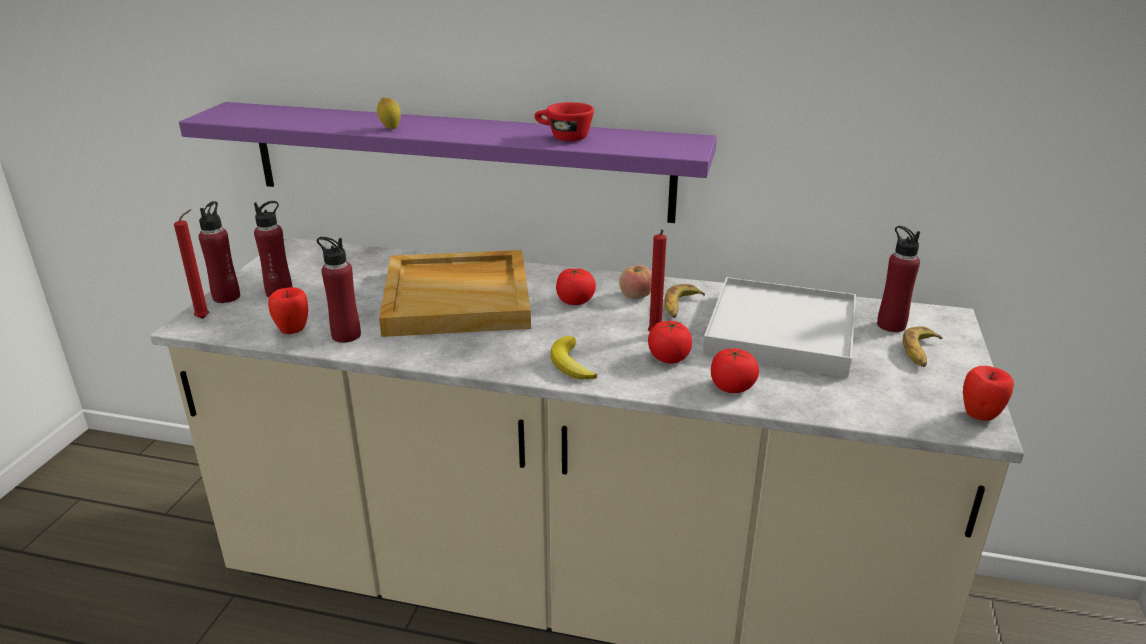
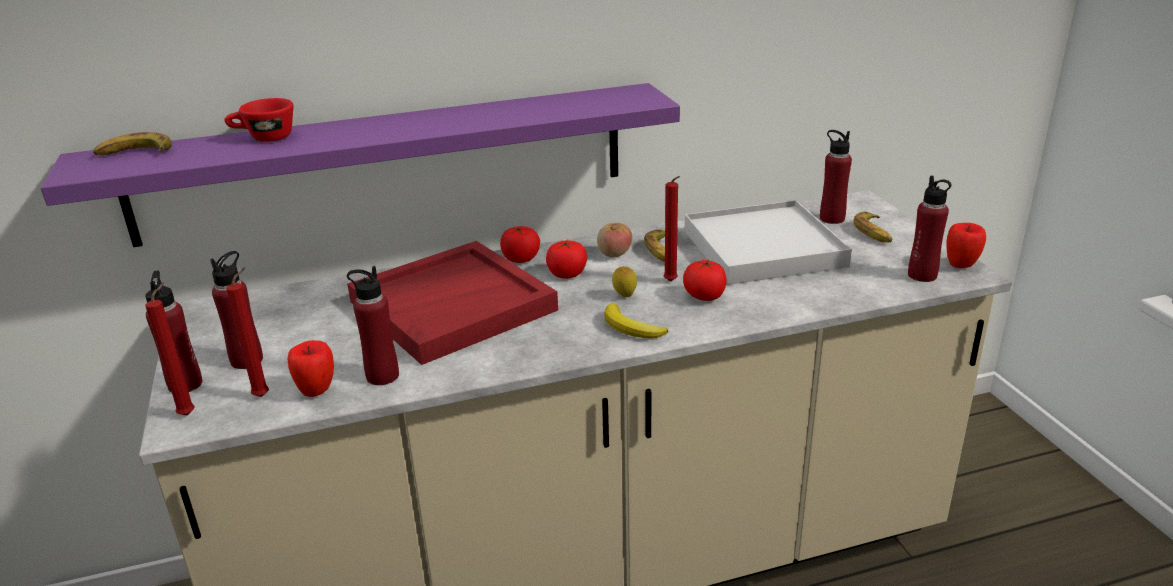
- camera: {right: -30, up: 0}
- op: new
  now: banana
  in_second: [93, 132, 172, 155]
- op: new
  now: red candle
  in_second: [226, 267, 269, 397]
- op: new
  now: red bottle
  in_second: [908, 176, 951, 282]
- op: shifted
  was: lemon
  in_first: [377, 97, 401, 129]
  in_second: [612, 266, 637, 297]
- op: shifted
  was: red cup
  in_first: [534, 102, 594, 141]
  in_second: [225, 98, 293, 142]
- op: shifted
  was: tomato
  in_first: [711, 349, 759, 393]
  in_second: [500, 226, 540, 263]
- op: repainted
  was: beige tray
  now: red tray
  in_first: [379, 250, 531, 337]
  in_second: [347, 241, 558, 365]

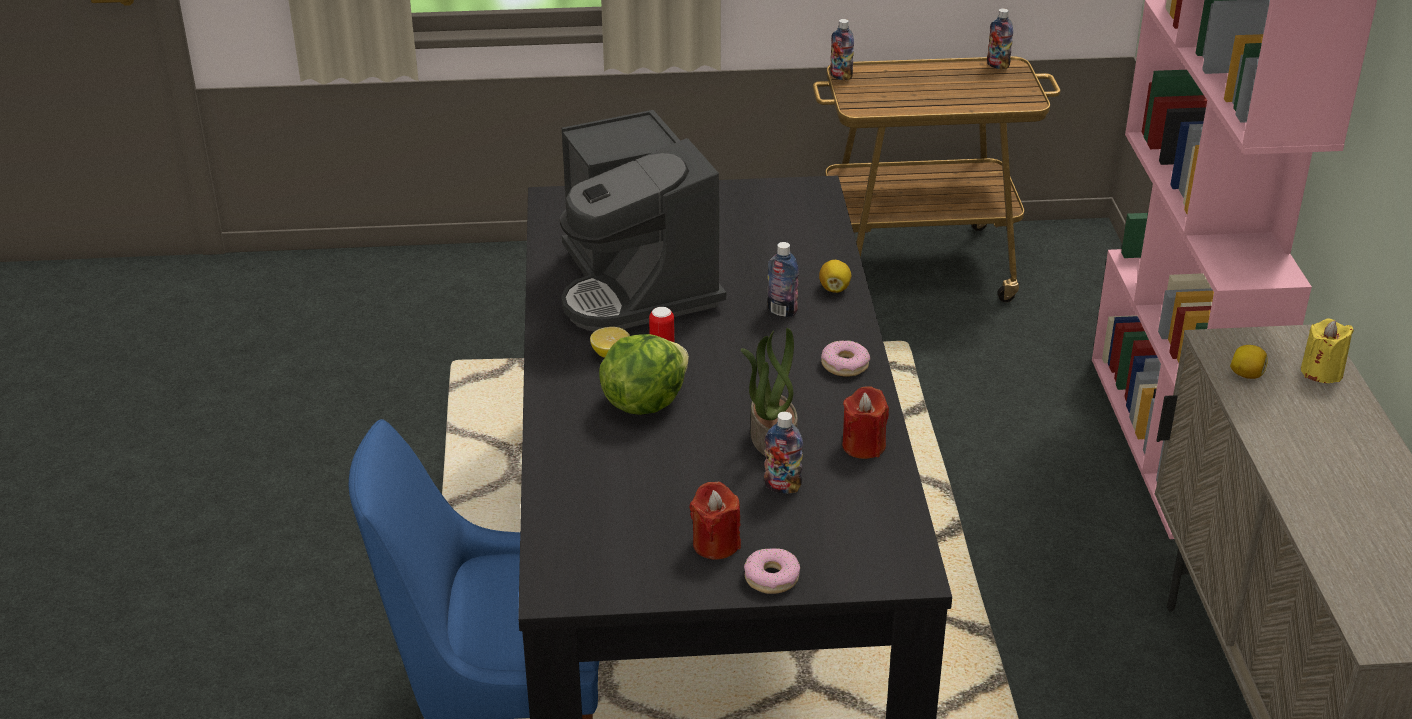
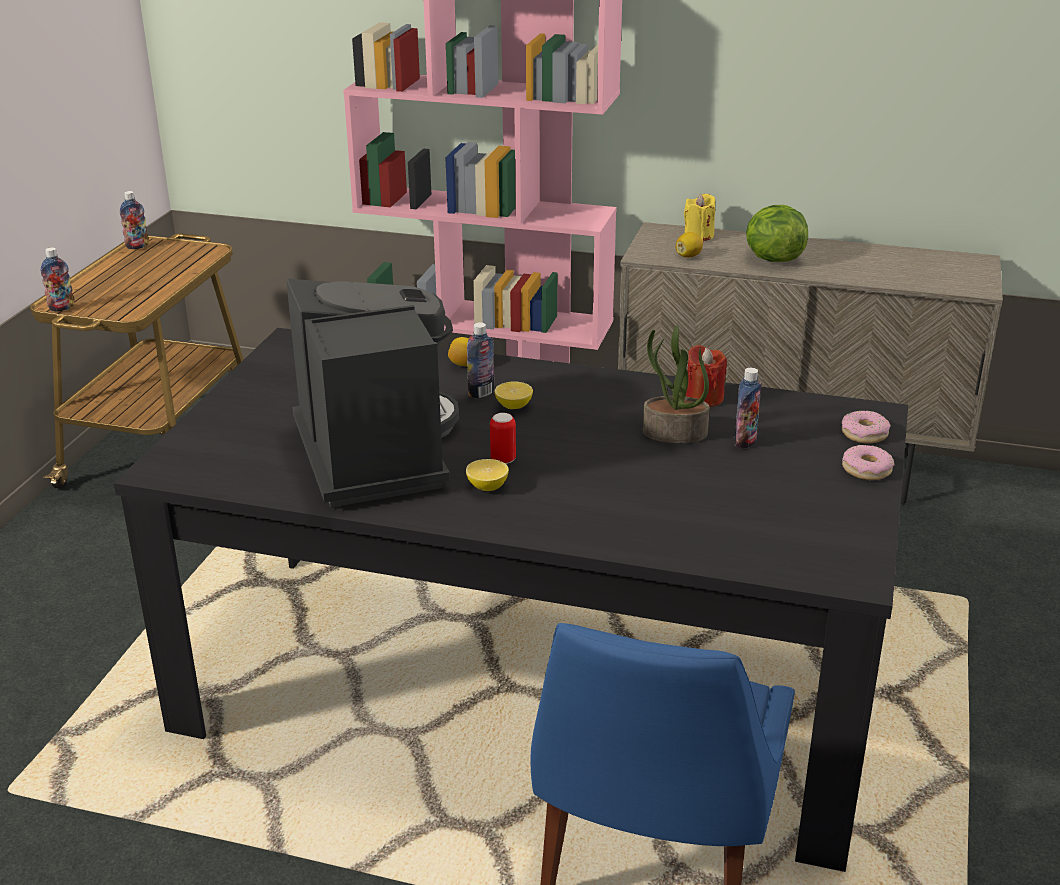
- camera: {right: -70, up: -5}
- op: gone
  was: red candle
  in_first: [690, 482, 741, 560]
- op: new
  now: lemon
  in_second: [495, 381, 533, 409]
- op: shifted
  was: lettuce
  in_first: [599, 334, 689, 415]
  in_second: [746, 205, 808, 262]
- op: shifted
  was: donut
  in_first: [821, 340, 870, 376]
  in_second: [842, 411, 891, 443]
- op: rotated
  was: coffee machine
  in_first: [559, 110, 726, 331]
  in_second: [287, 279, 459, 507]
  clockwise: -105

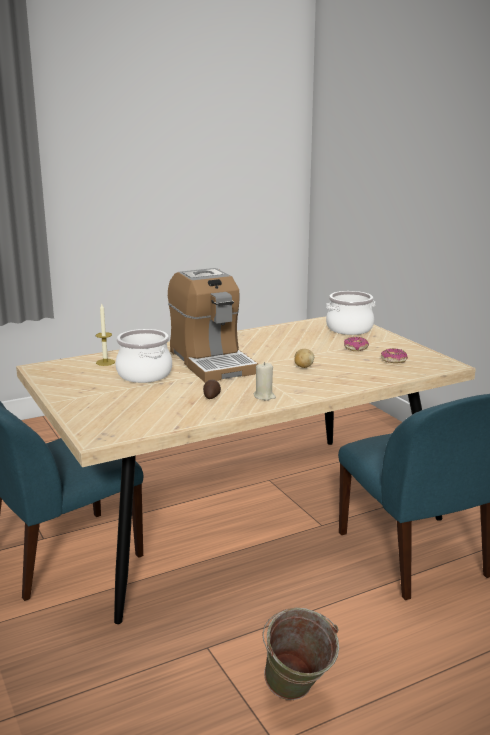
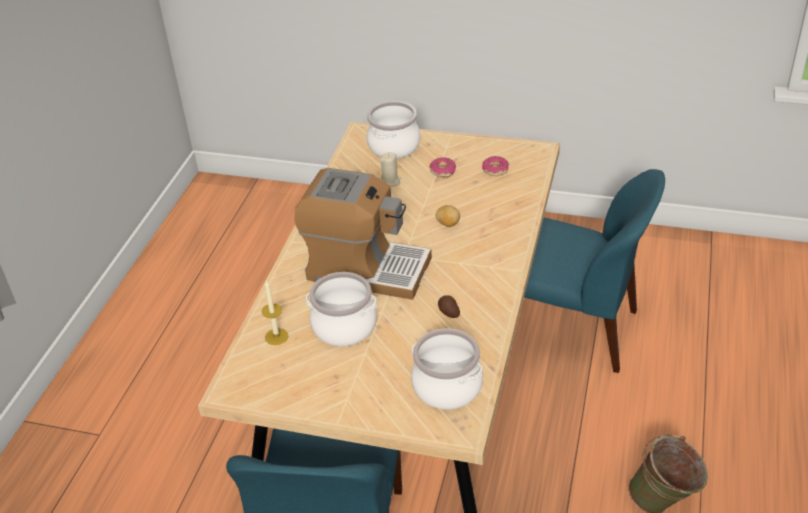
- camera: {right: -45, up: 20}
- op: new
  now: cooking pot
  in_second: [411, 329, 483, 410]
- op: shifted
  was: beige candle
  in_first: [254, 362, 276, 401]
  in_second: [380, 152, 401, 187]

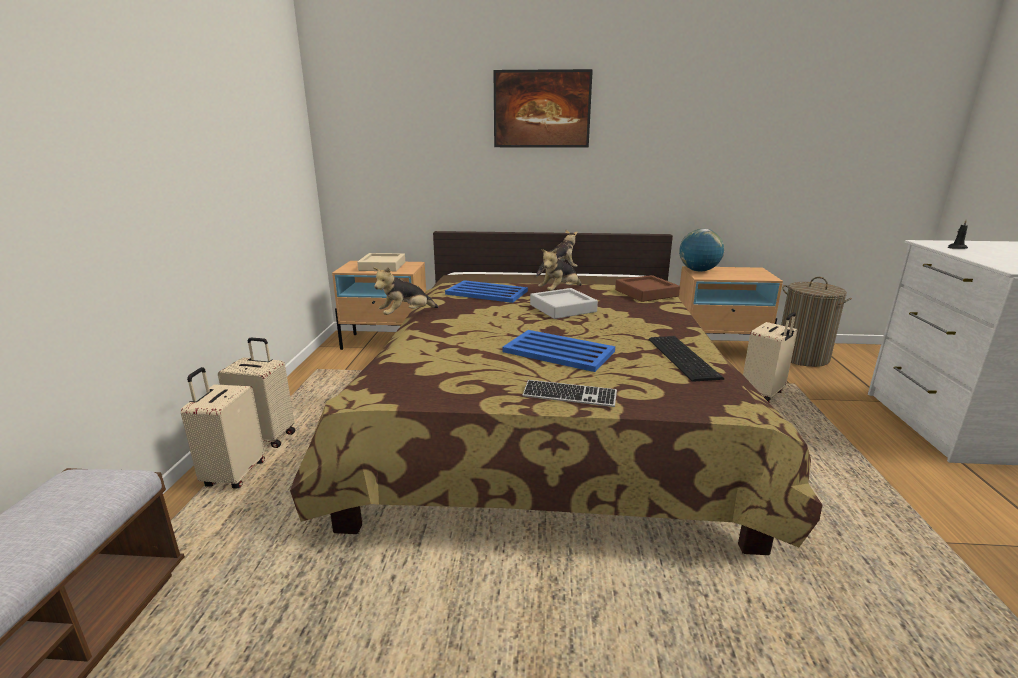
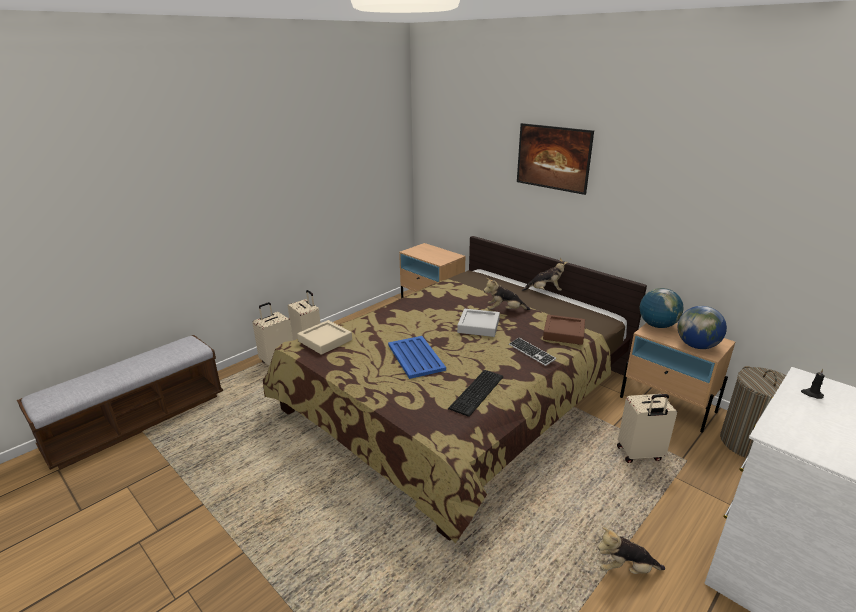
- camera: {right: 40, up: 5}
- op: gone
  was: blue tray
  in_first: [445, 280, 528, 303]
- op: new
  now: globe
  in_second: [678, 306, 727, 349]
- op: shifted
  was: beige tray
  in_first: [357, 253, 405, 271]
  in_second: [297, 320, 352, 355]
- op: shifted
  was: plush toy
  in_first: [373, 267, 439, 315]
  in_second: [597, 527, 665, 574]
- op: shifted
  was: keyboard
  in_first: [523, 380, 617, 407]
  in_second: [509, 338, 556, 366]

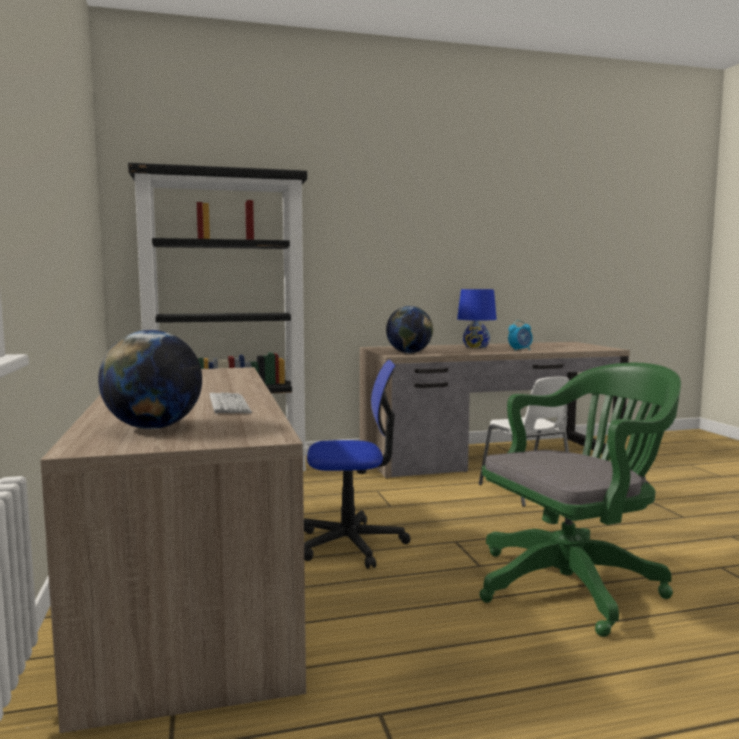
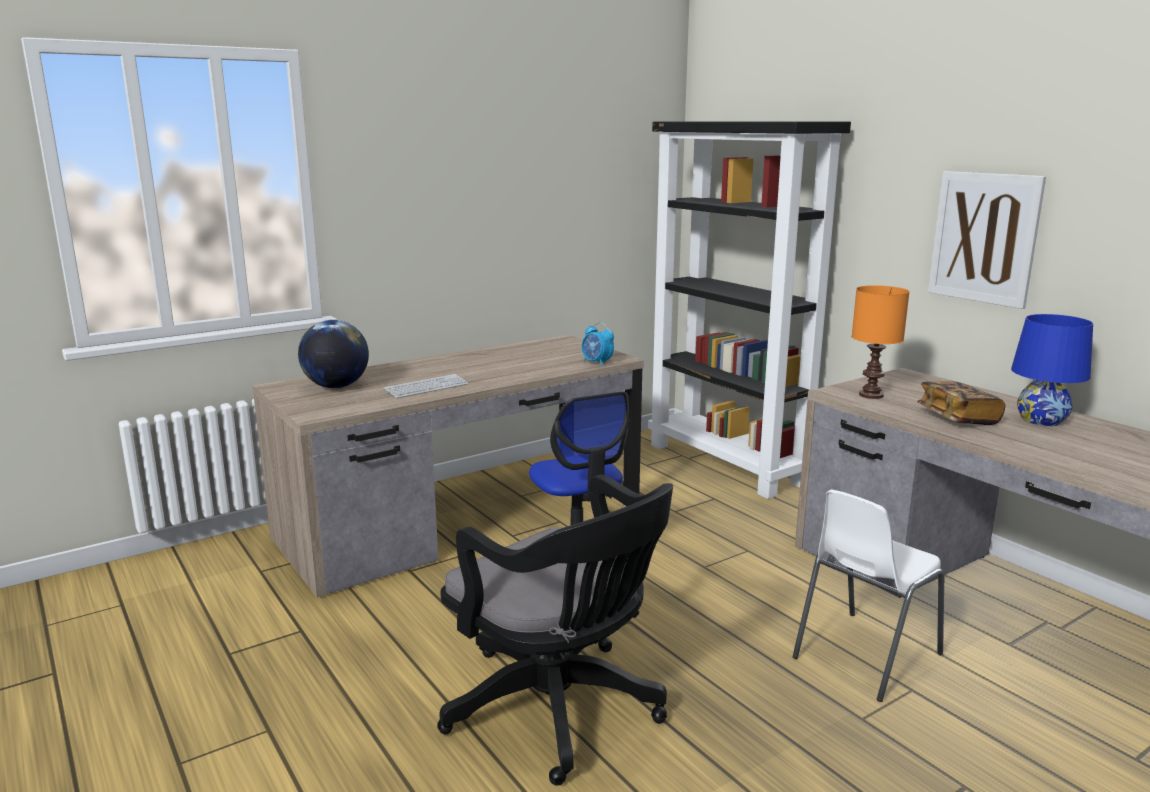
- camera: {right: 70, up: 10}
- op: new
  now: book
  in_second: [917, 381, 1005, 425]
- op: new
  now: picture
  in_second: [928, 171, 1046, 309]
- op: shifted
  was: alarm clock
  in_first: [508, 320, 533, 351]
  in_second: [582, 322, 614, 366]
- op: swapped
  was: globe
  now: orange table lamp
  in_first: [386, 306, 433, 353]
  in_second: [852, 285, 910, 399]
- op: repainted
  was: green office chair
  now: black office chair
  in_first: [479, 363, 681, 637]
  in_second: [437, 475, 673, 786]

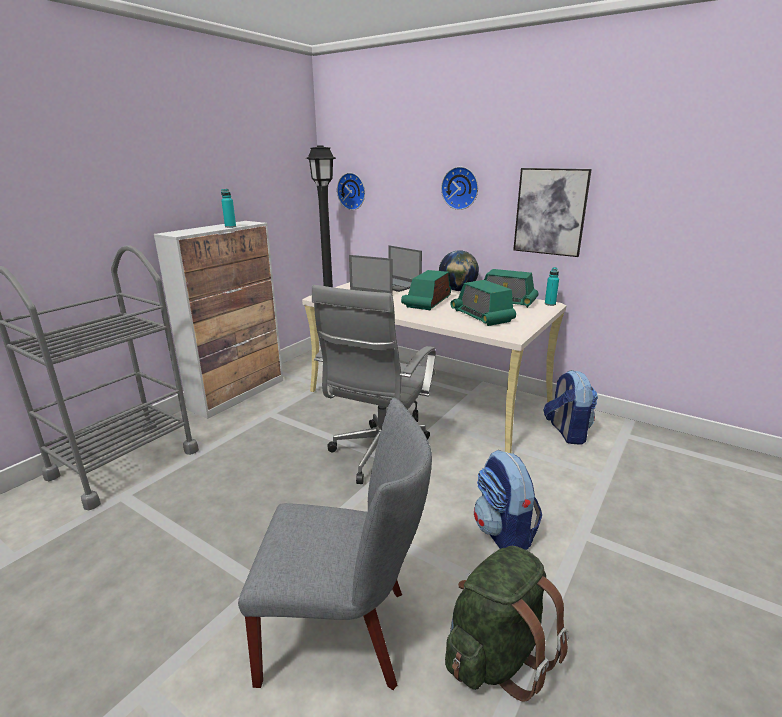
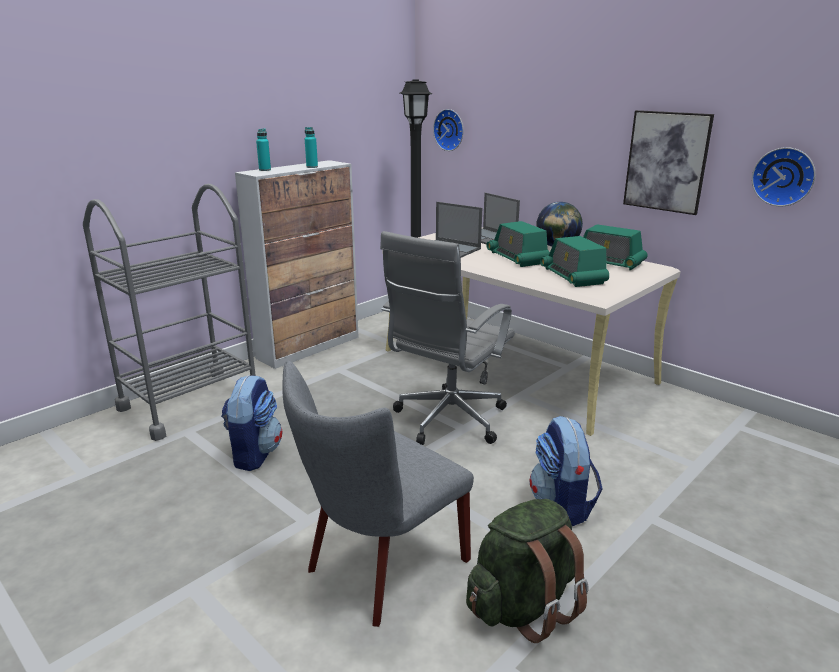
- camera: {right: 10, up: 0}
- op: shifted
  was: wall clock
  in_first: [441, 167, 478, 210]
  in_second: [752, 147, 816, 207]
- op: shifted
  was: backpack
  in_first: [544, 370, 598, 445]
  in_second: [221, 375, 283, 471]
- op: shifted
  was: turquoise bottle
  in_first: [545, 267, 559, 306]
  in_second: [256, 128, 271, 171]
- op: rotated
  was: grey chair
  in_first: [238, 398, 432, 690]
  in_second: [282, 360, 474, 627]
  clockwise: 120
- op: rotated
  was: radio
  in_first: [401, 270, 451, 310]
  in_second: [486, 221, 550, 267]
  clockwise: -60

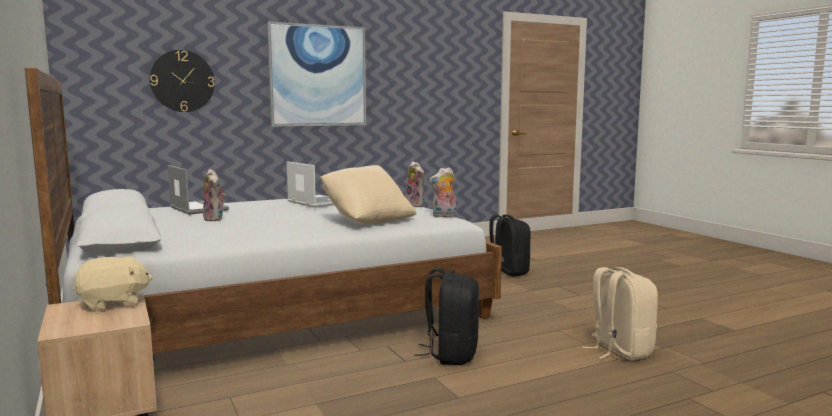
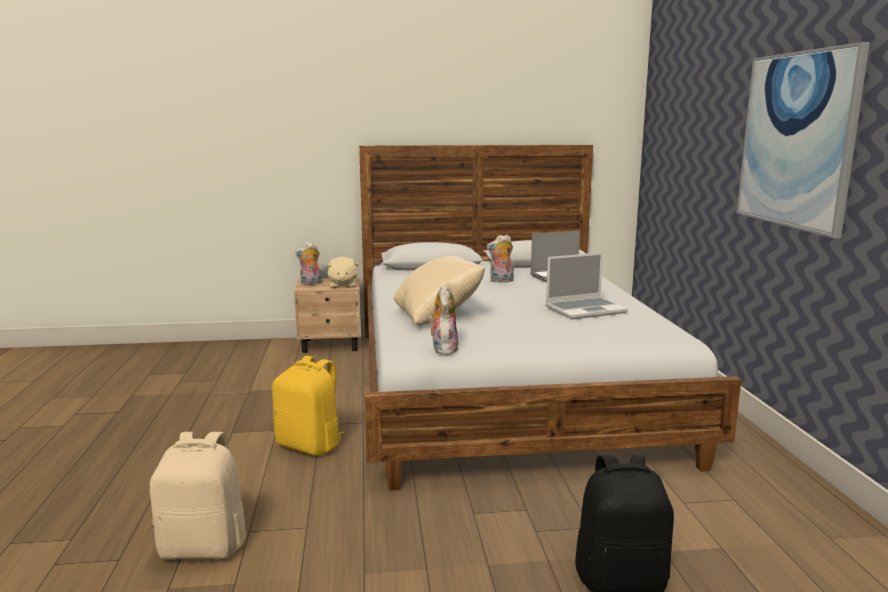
- camera: {right: 110, up: 5}
- op: gone
  was: wall clock
  in_first: [150, 50, 215, 112]
- op: shifted
  was: plush toy
  in_first: [405, 161, 424, 207]
  in_second: [295, 242, 323, 285]
- op: repainted
  was: black backpack
  now: yellow backpack
  in_first: [415, 268, 479, 365]
  in_second: [272, 356, 344, 456]

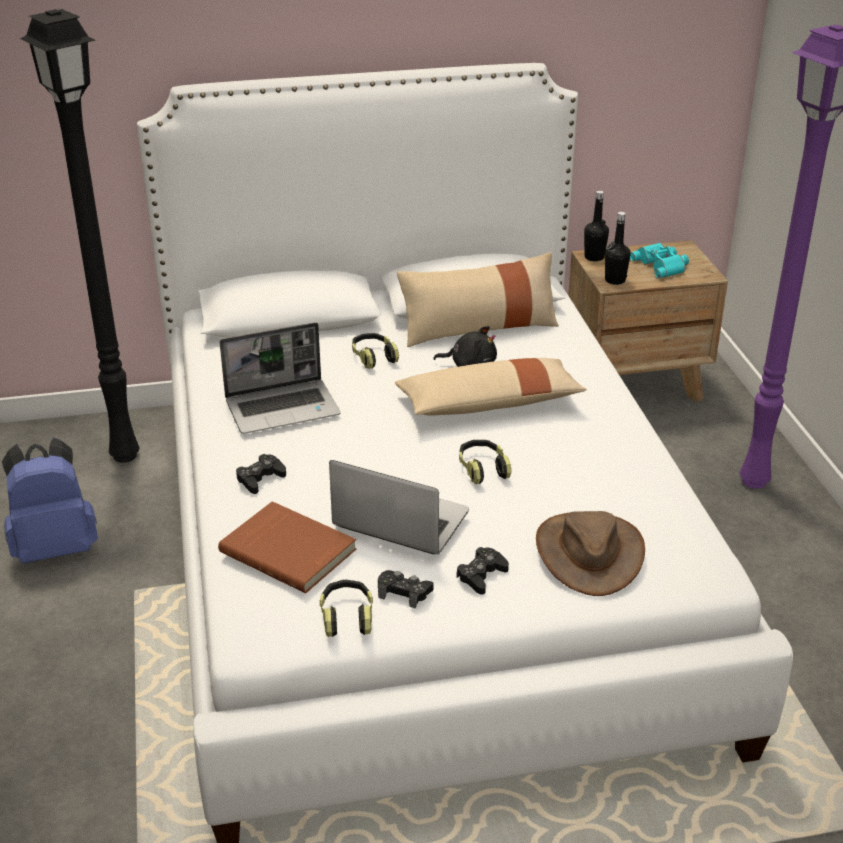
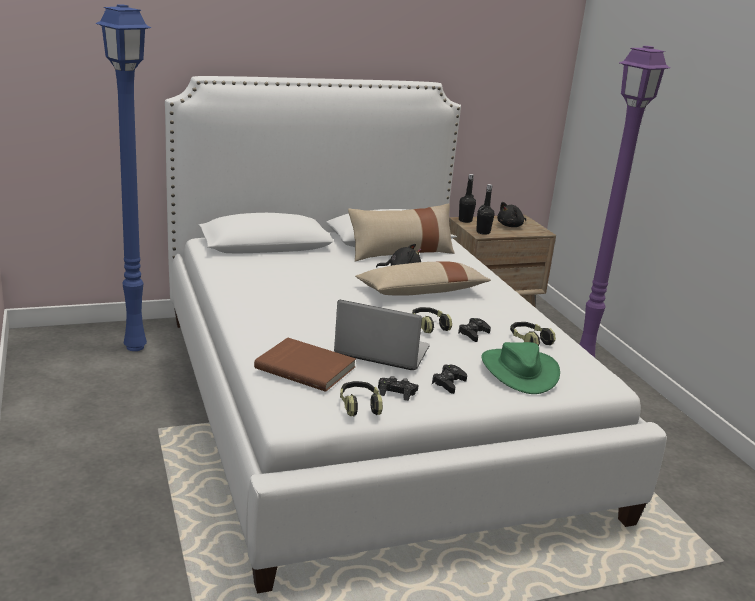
- camera: {right: -10, up: -10}
- op: gone
  was: blue backpack
  in_first: [2, 437, 98, 563]
- op: gone
  was: laptop
  in_first: [220, 322, 340, 434]
- op: shifted
  was: black game controller
  in_first: [236, 454, 286, 494]
  in_second: [458, 318, 491, 342]
- op: shifted
  was: headphones
  in_first: [352, 333, 399, 369]
  in_second: [510, 322, 556, 346]
- op: swapped
  was: turquoise binoculars
  now: black plush toy
  in_first: [630, 243, 689, 278]
  in_second: [497, 202, 526, 227]
- op: repainted
  was: black floor lamp
  now: blue floor lamp
  in_first: [20, 9, 139, 463]
  in_second: [95, 5, 151, 351]
- op: repainted
  was: brown hat
  now: green hat
  in_first: [536, 511, 645, 596]
  in_second: [481, 342, 560, 394]

